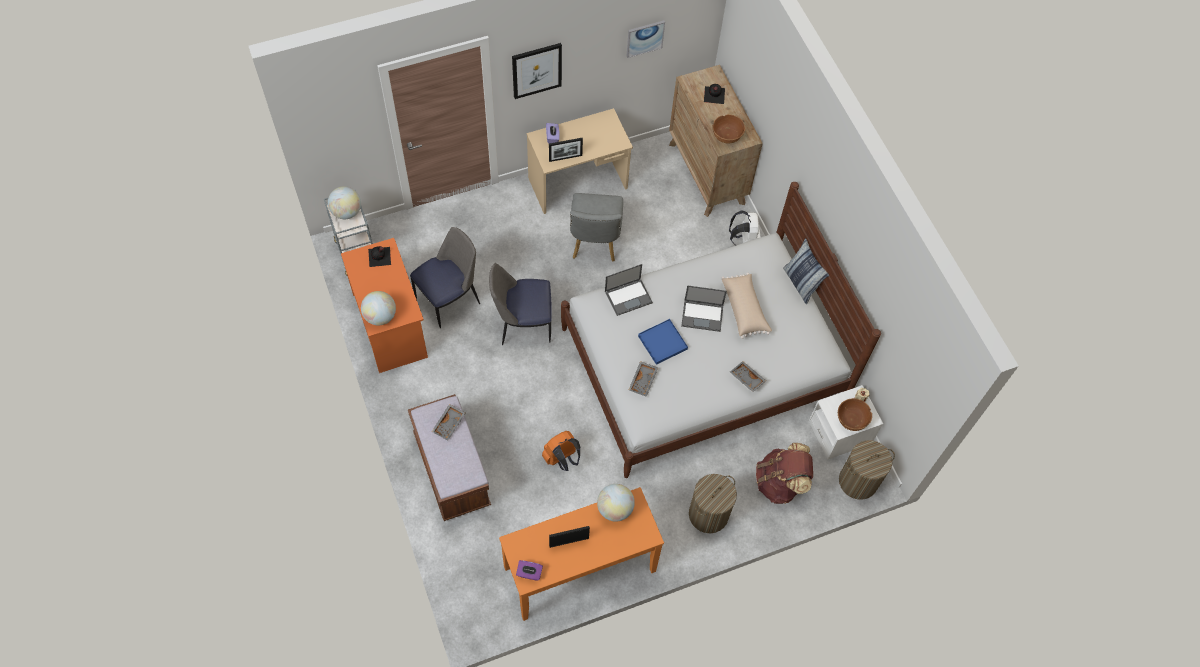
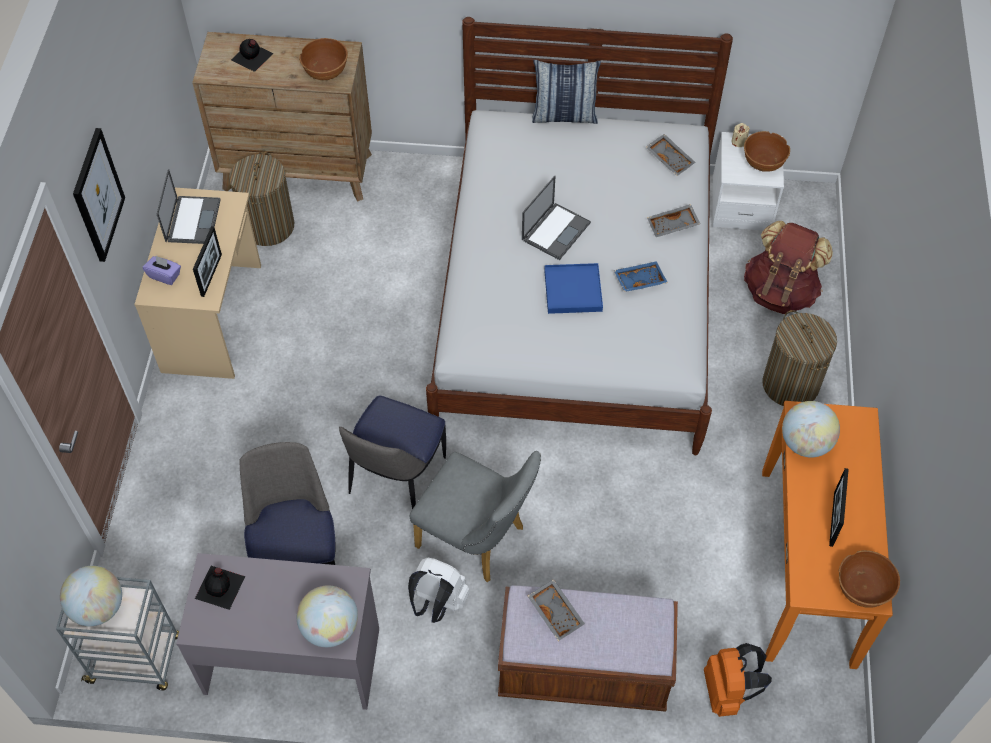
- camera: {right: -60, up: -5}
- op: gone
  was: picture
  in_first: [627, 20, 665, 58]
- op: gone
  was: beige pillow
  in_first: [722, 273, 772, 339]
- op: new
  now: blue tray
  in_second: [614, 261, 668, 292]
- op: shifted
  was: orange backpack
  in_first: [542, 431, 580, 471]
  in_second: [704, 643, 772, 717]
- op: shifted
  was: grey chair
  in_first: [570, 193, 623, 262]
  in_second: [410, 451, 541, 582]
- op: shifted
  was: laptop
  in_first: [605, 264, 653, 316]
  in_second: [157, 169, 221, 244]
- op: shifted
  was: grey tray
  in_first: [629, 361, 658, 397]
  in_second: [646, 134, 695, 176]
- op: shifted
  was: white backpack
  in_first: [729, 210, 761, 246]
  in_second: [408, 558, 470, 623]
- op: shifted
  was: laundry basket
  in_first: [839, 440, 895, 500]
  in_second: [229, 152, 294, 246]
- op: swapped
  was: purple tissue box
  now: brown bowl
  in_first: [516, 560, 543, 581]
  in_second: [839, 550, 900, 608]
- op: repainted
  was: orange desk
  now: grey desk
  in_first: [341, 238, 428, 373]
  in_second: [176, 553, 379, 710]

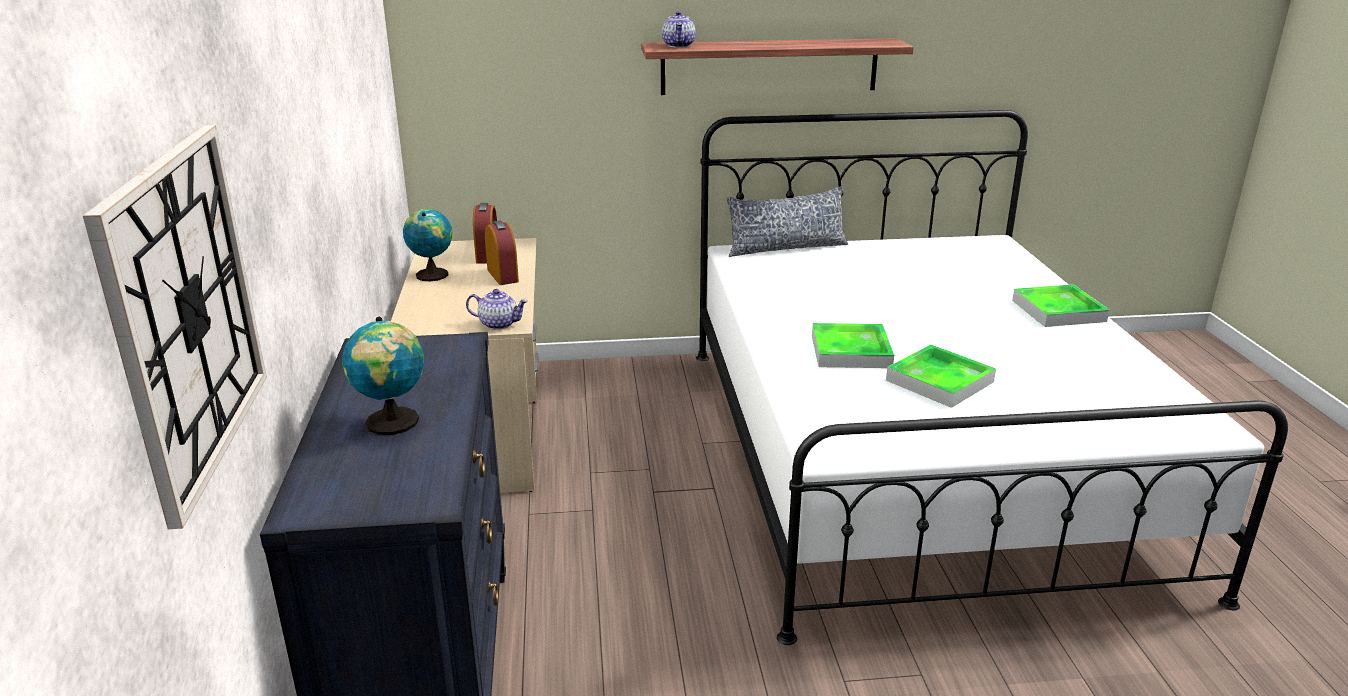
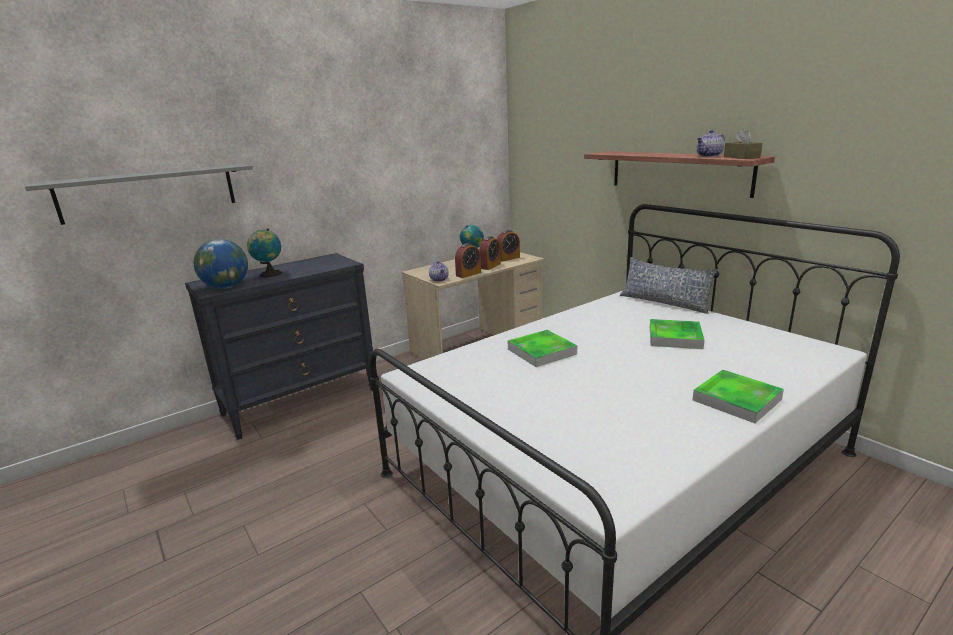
- camera: {right: 60, up: -5}
- op: new
  now: globe
  in_second: [194, 239, 248, 289]
- op: new
  now: alarm clock
  in_second: [455, 243, 481, 278]
- op: new
  now: brown tissue box
  in_second: [724, 128, 762, 159]
- op: shifted
  was: teapot
  in_first: [662, 11, 696, 47]
  in_second: [697, 130, 725, 157]
- op: shifted
  was: tray
  in_first: [886, 344, 996, 408]
  in_second: [650, 319, 705, 349]
- op: swapped
  was: wall clock
  now: grey shelf
  in_first: [83, 125, 267, 529]
  in_second: [25, 164, 253, 225]

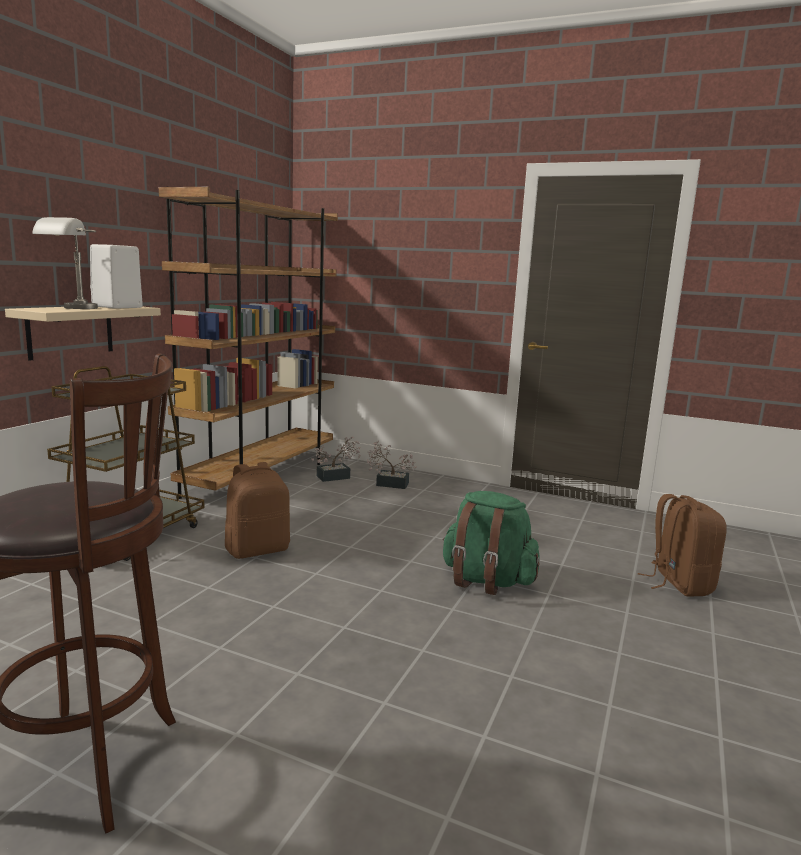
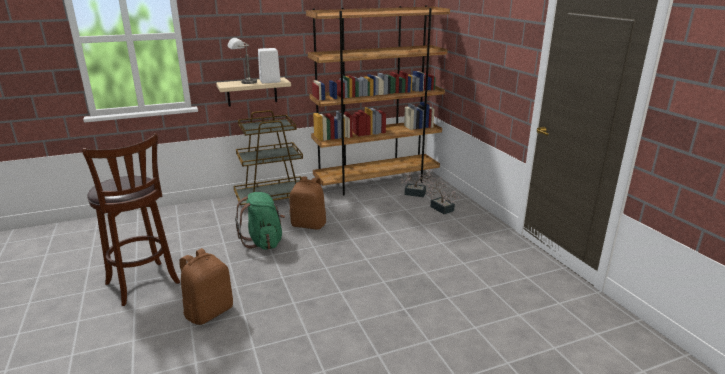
- camera: {right: 45, up: 10}
- op: shifted
  was: green backpack
  in_first: [443, 491, 540, 595]
  in_second: [235, 192, 285, 250]
- op: shifted
  was: brown backpack
  in_first: [638, 494, 727, 597]
  in_second: [179, 248, 233, 325]

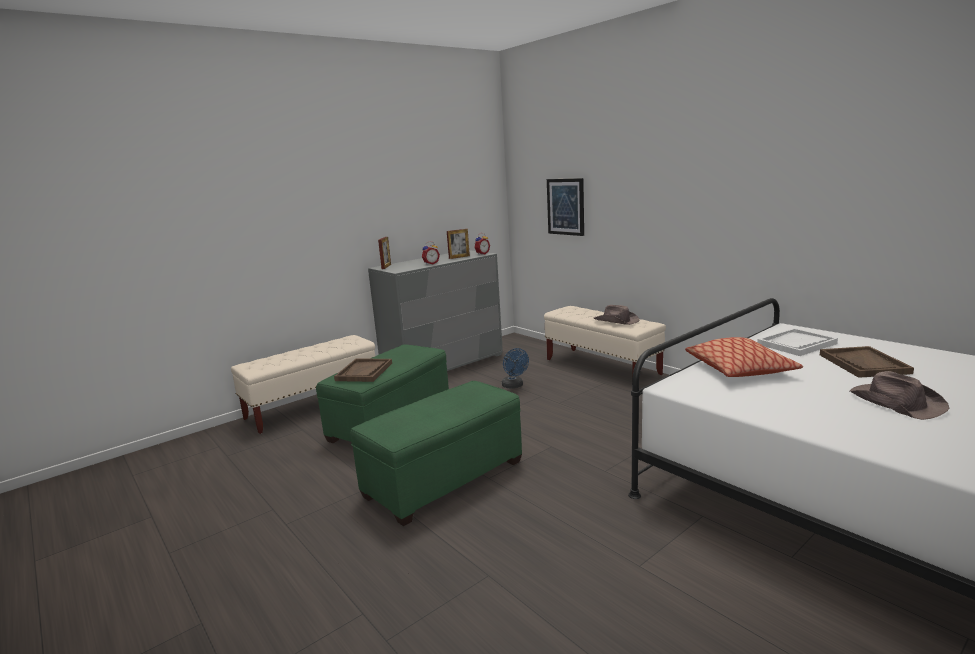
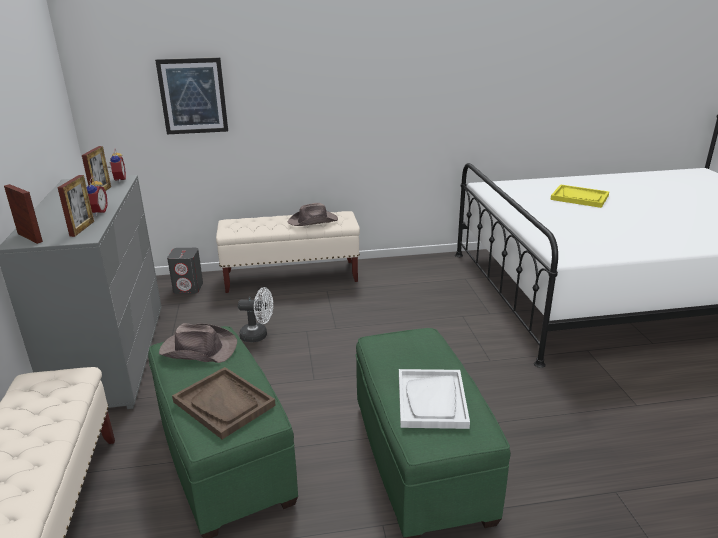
- camera: {right: -60, up: 10}
- op: gone
  was: pillow
  in_first: [685, 337, 803, 377]
- op: new
  now: picture frame
  in_second: [58, 175, 94, 237]
- op: new
  now: grey speaker
  in_second: [167, 248, 203, 294]
- op: shifted
  was: white tray
  in_first: [757, 328, 838, 356]
  in_second: [399, 369, 470, 429]
- op: shifted
  was: brown hat
  in_first: [850, 371, 949, 420]
  in_second: [159, 323, 237, 363]
- op: repainted
  was: blue fan
  now: white fan
  in_first: [502, 348, 529, 389]
  in_second: [238, 287, 273, 342]
- op: repainted
  was: brown tray
  now: yellow tray
  in_first: [820, 346, 914, 378]
  in_second: [550, 184, 609, 208]

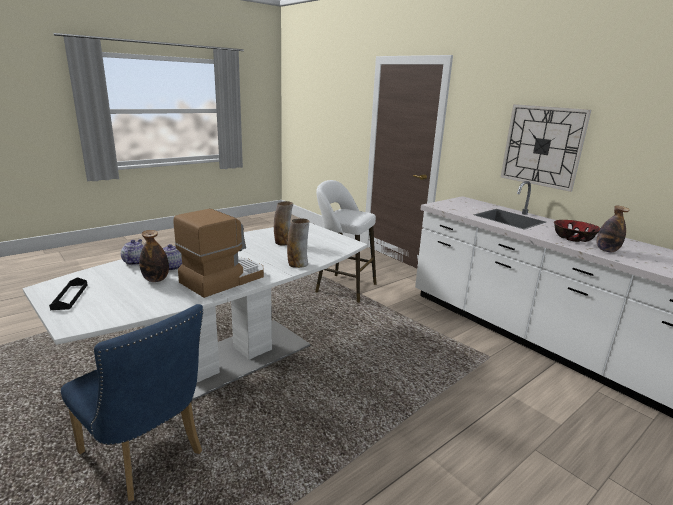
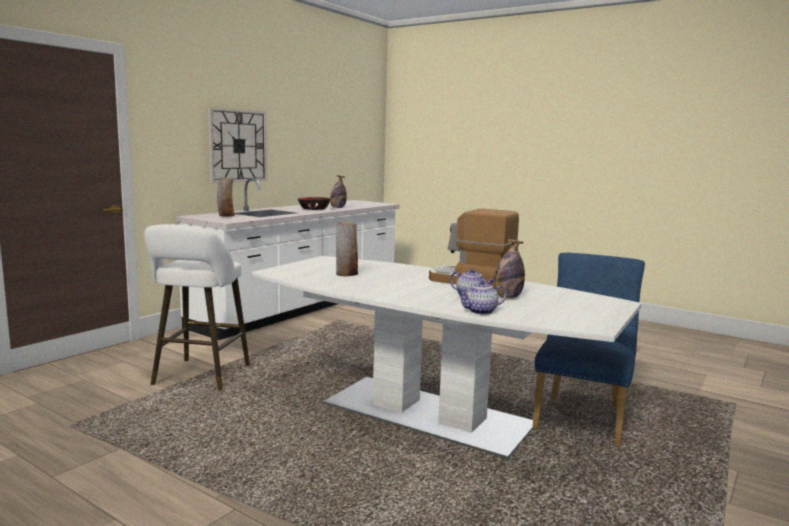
- camera: {right: -105, up: -10}
- op: gone
  was: black tray
  in_first: [49, 277, 88, 310]
- op: shifted
  was: vase
  in_first: [287, 219, 309, 268]
  in_second: [217, 178, 235, 217]

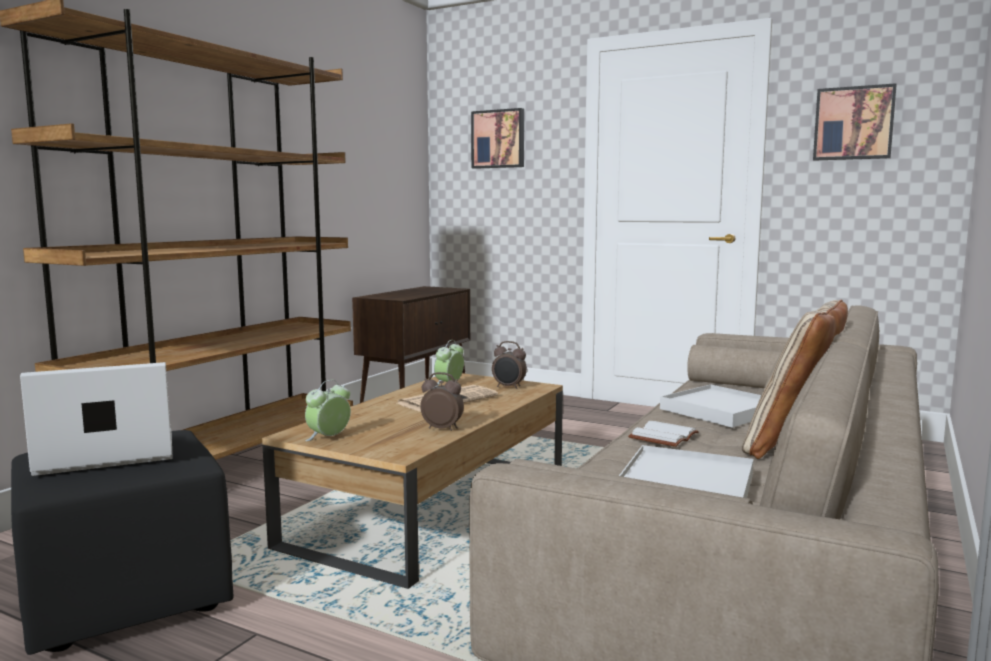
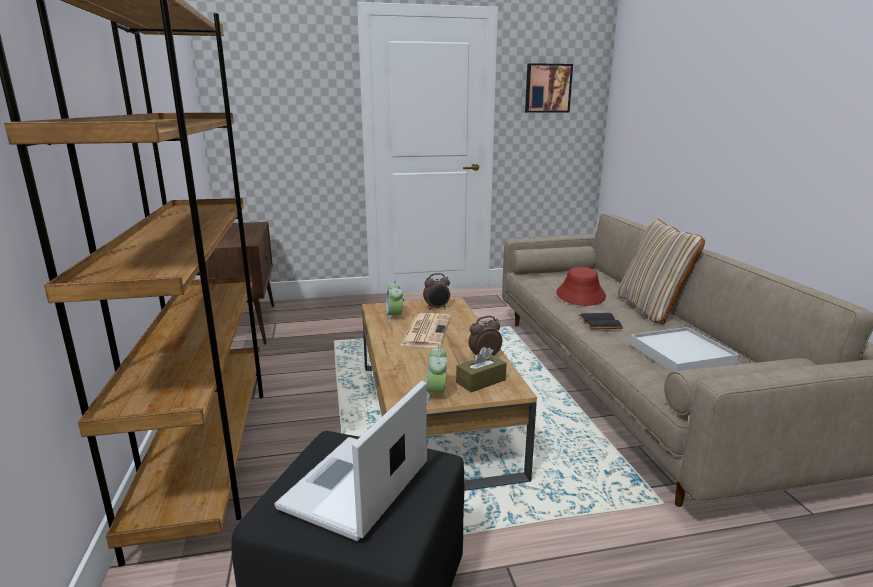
- camera: {right: -40, up: 10}
- op: gone
  was: picture
  in_first: [471, 108, 524, 169]
- op: new
  now: brown tissue box
  in_second: [456, 347, 507, 392]
- op: swapped
  was: white tray
  now: red hat
  in_first: [660, 384, 761, 428]
  in_second: [556, 267, 606, 306]
- op: repainted
  was: white book
  now: black book
  in_first: [628, 421, 699, 447]
  in_second: [579, 313, 623, 330]

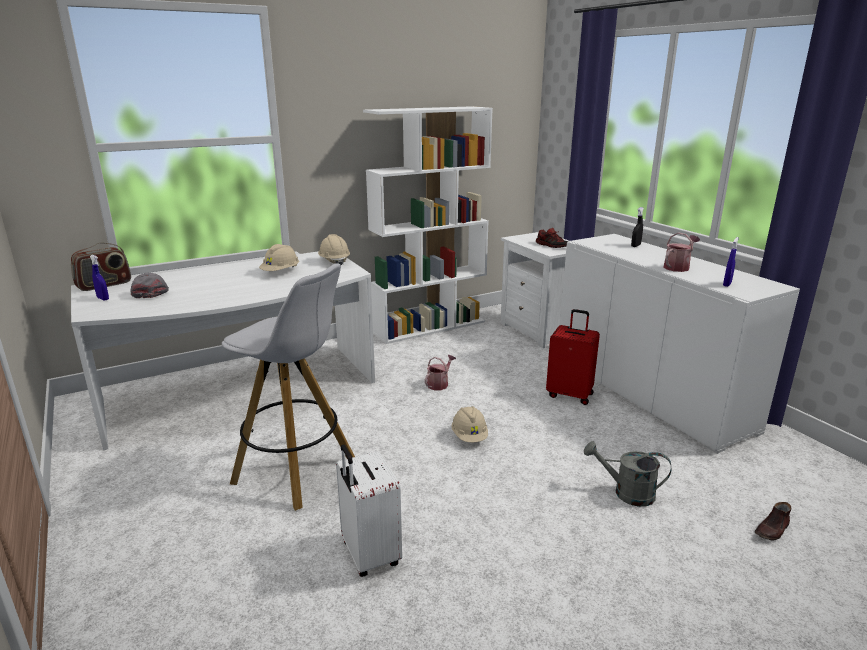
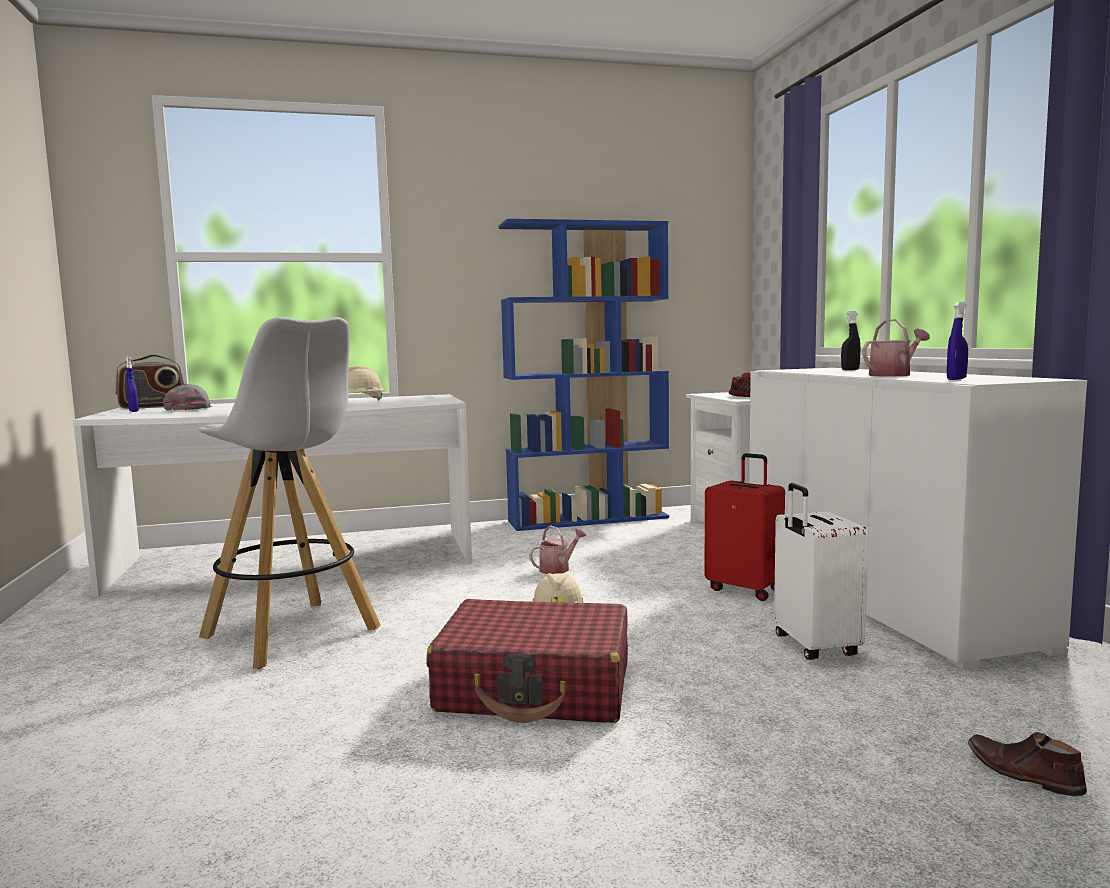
- camera: {right: 15, up: -15}
- op: gone
  was: beige hard hat
  in_first: [318, 234, 350, 265]
- op: gone
  was: grey watering can
  in_first: [584, 441, 671, 507]
- op: new
  now: red suitcase
  in_second: [426, 599, 628, 723]
- op: shifted
  was: white suitcase
  in_first: [336, 445, 402, 577]
  in_second: [774, 483, 868, 660]
- op: repainted
  was: white bookcase
  now: blue bookcase
  in_first: [363, 106, 493, 344]
  in_second: [499, 219, 669, 531]
- op: rotated
  was: brown shoe
  in_first: [755, 502, 792, 540]
  in_second: [968, 732, 1087, 797]
  clockwise: 75

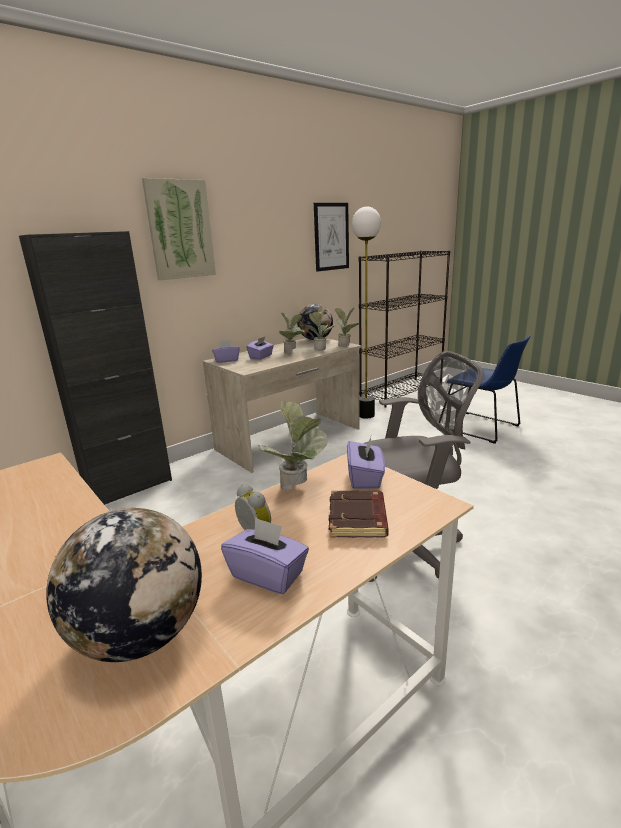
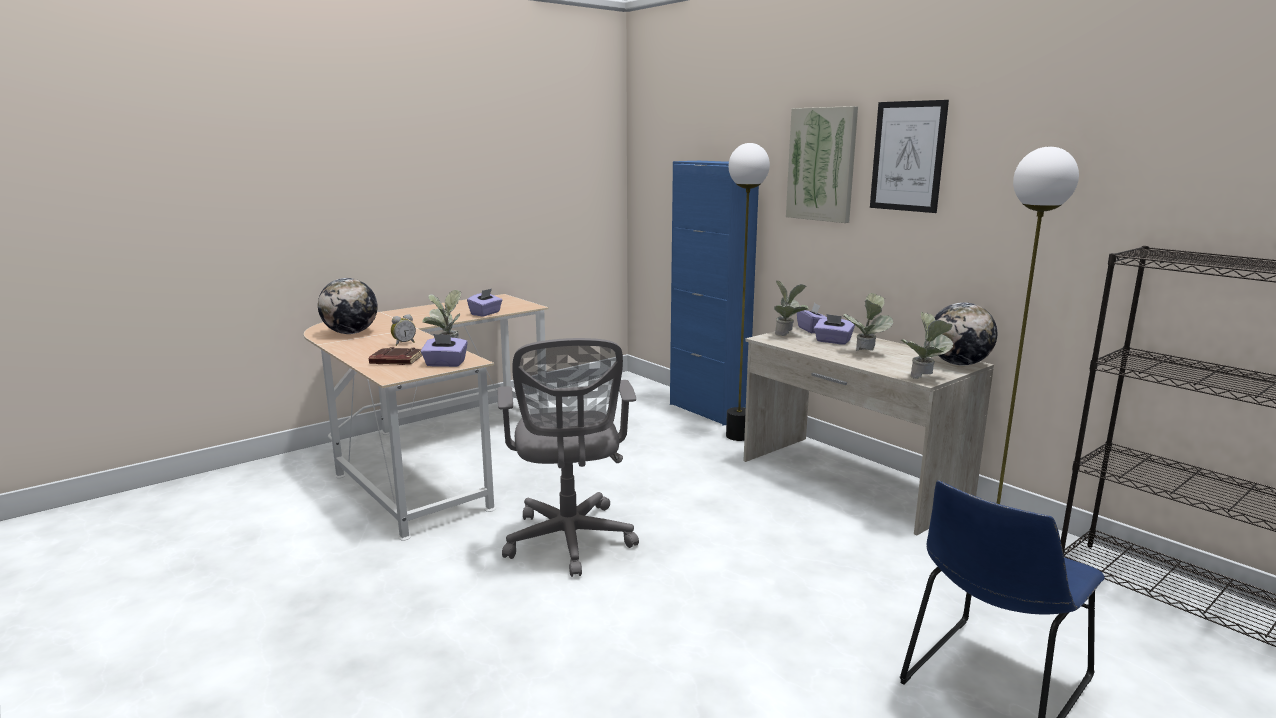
- camera: {right: 90, up: -5}
- op: new
  now: floor lamp
  in_second: [726, 143, 770, 441]
- op: shifted
  was: purple tissue box
  in_first: [221, 517, 309, 594]
  in_second: [467, 289, 502, 316]
- op: shifted
  was: potted plant
  in_first: [305, 310, 336, 351]
  in_second: [774, 281, 809, 336]
- op: shifted
  was: picture
  in_first: [314, 203, 349, 272]
  in_second: [870, 100, 949, 213]
- op: repainted
  was: black cabinet
  now: blue cabinet
  in_first: [19, 231, 172, 505]
  in_second: [670, 161, 759, 426]

